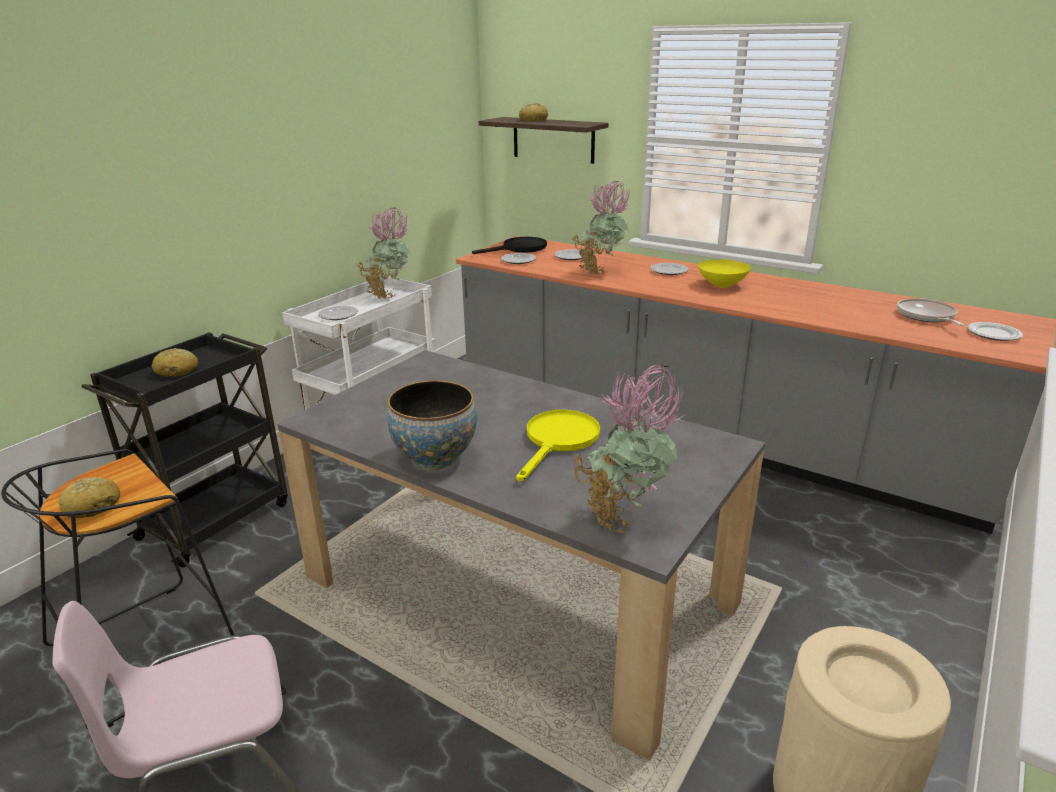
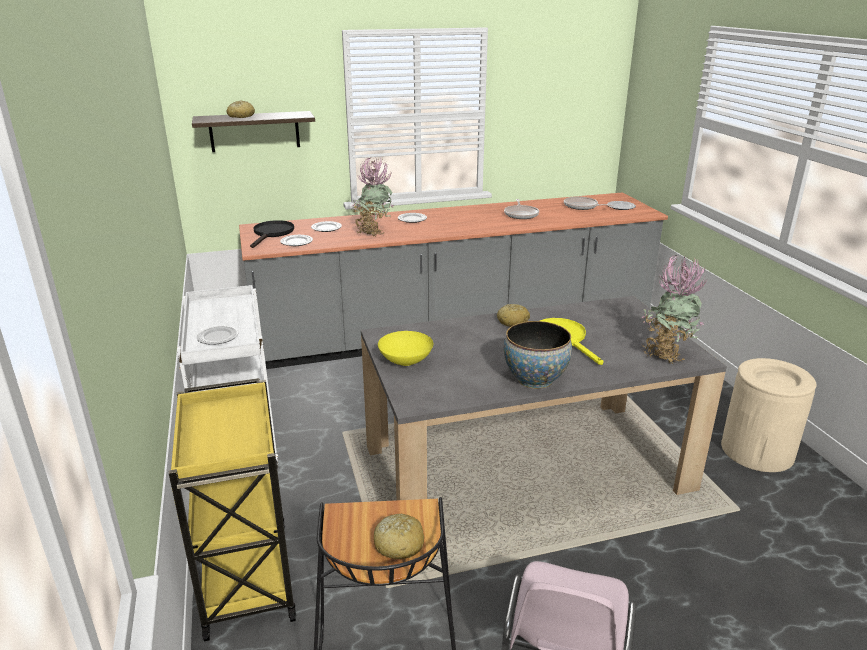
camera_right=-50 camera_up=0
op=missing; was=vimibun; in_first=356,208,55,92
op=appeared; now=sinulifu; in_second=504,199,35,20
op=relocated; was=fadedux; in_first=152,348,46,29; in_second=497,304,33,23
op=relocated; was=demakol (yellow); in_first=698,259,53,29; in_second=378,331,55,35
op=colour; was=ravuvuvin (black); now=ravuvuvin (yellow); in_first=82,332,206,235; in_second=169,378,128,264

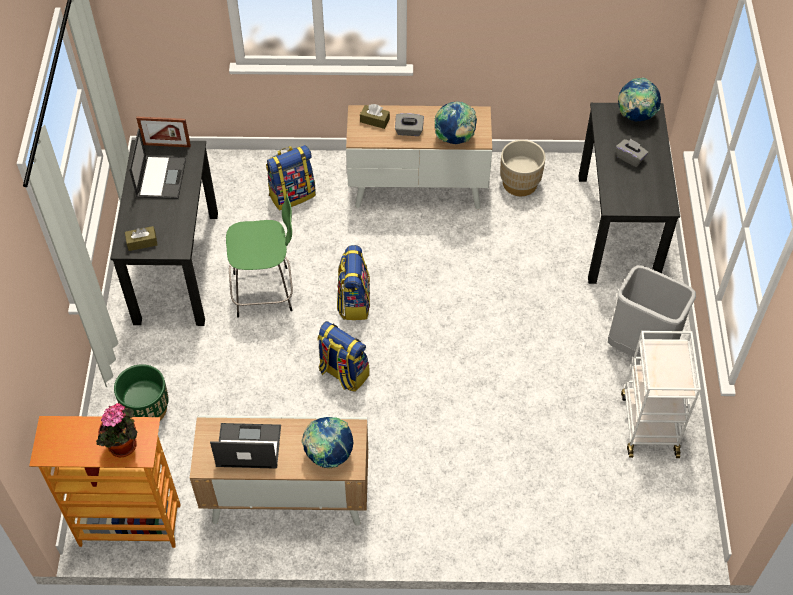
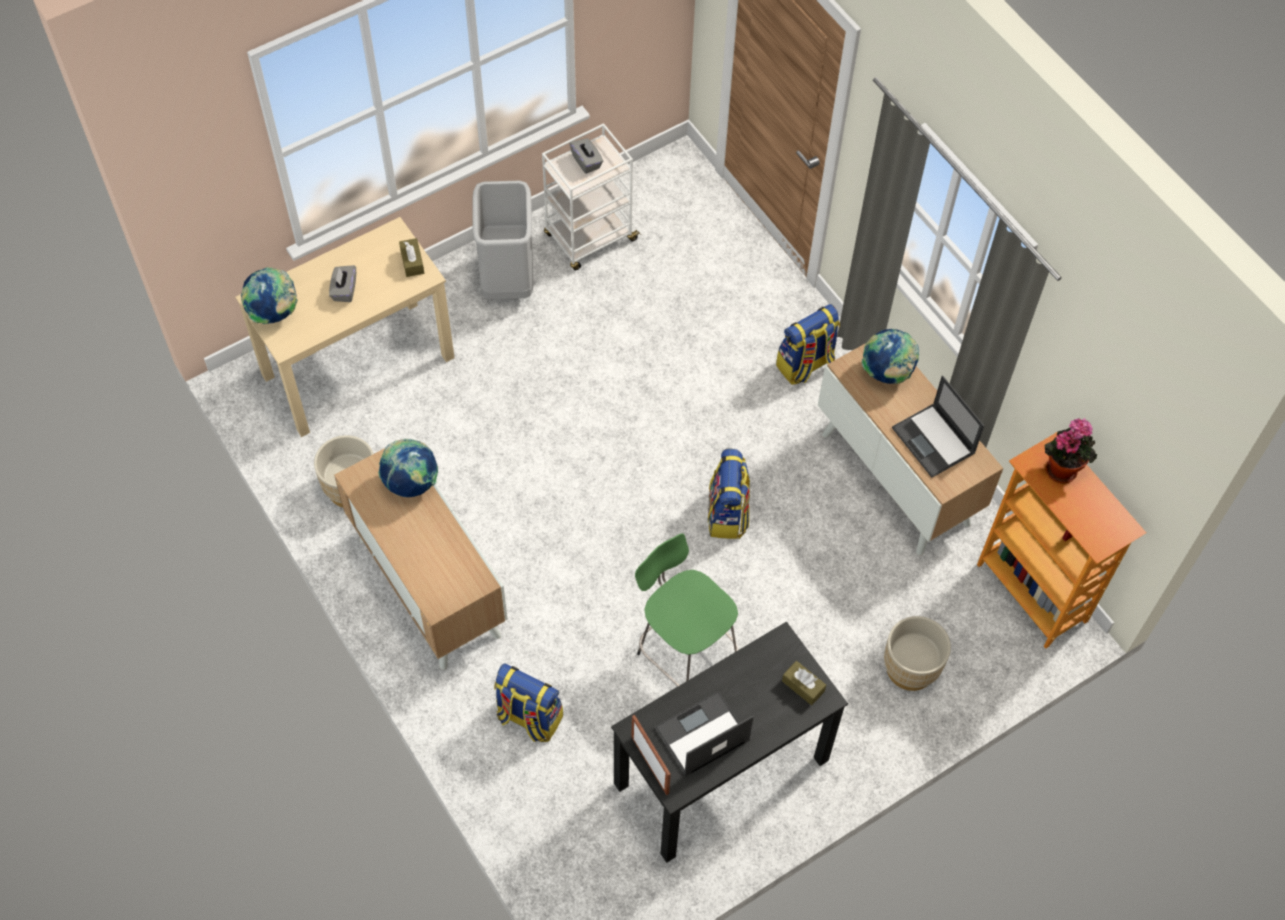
camera_right=-125 camera_up=5
op=relocated; was=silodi; in_first=337,245,33,75; in_second=776,304,64,81
op=relocated; was=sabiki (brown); in_first=360,104,30,25; in_second=399,238,25,39
op=relocated; was=sabiki (grey); in_first=395,113,29,23; in_second=570,138,33,36
op=colour; was=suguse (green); now=suguse (beige); in_first=114,364,55,57; in_second=884,616,67,75
op=colour; was=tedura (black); now=tedura (beige); in_first=579,103,101,181; in_second=235,217,220,220

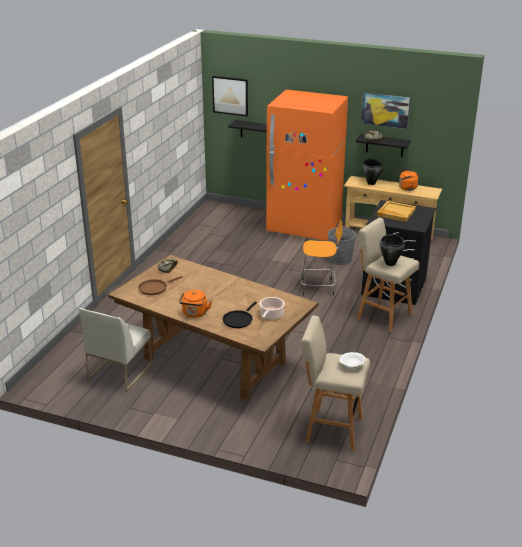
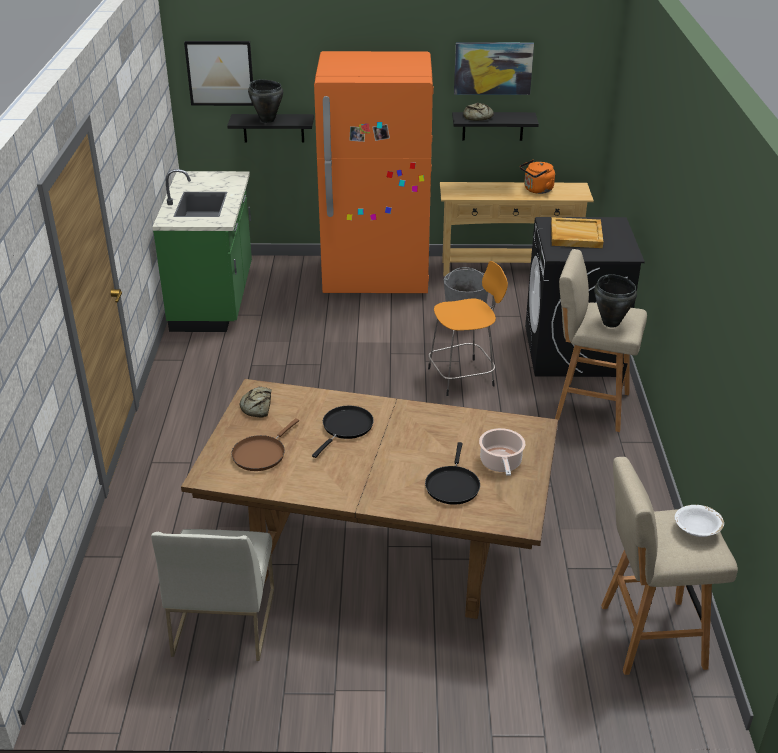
camera_right=-20 camera_up=5
op=missing; was=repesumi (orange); in_first=179,290,33,28
op=appeared; now=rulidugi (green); in_second=152,169,100,163
op=appeared; now=sinulifu (black); in_second=312,406,62,52
op=relocated; was=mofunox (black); in_first=362,159,21,26; in_second=248,80,35,43

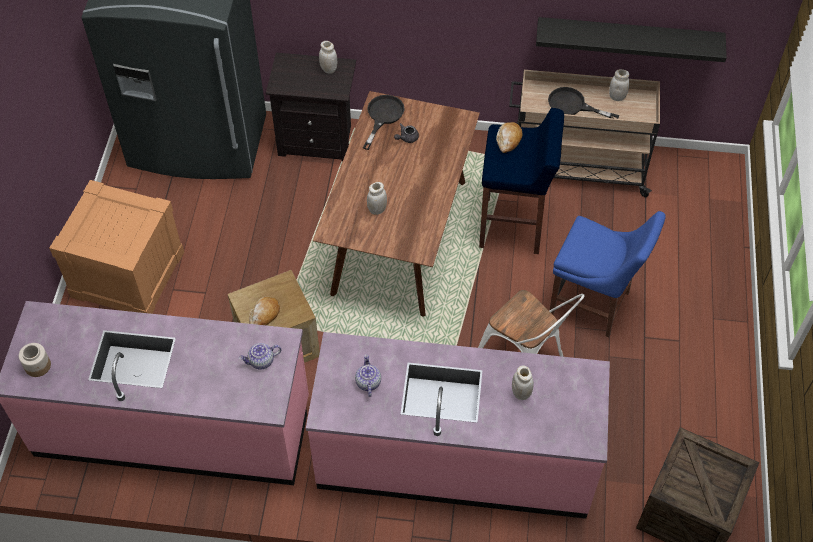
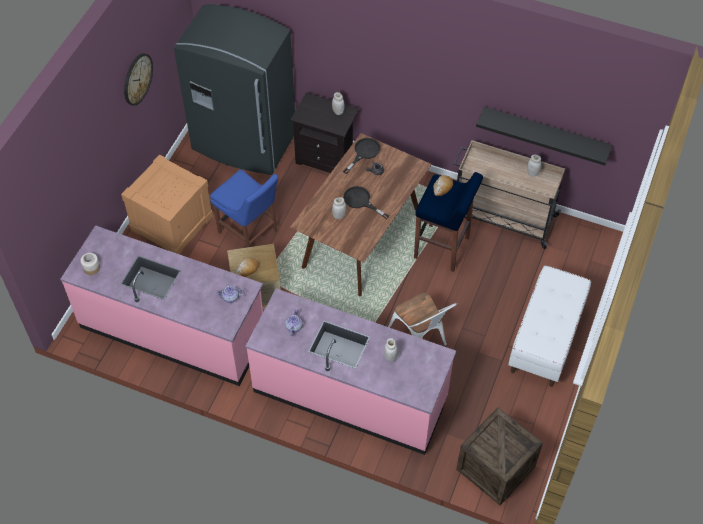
camera_right=15 camera_up=0
op=appeared; now=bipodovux; in_second=124,53,29,53
op=appeared; now=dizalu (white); in_second=508,265,83,122
op=relocated; was=sinulifu (black); in_first=548,87,71,32; in_second=343,186,46,33
op=relocated; was=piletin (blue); in_first=549,211,117,126; in_second=210,169,68,79

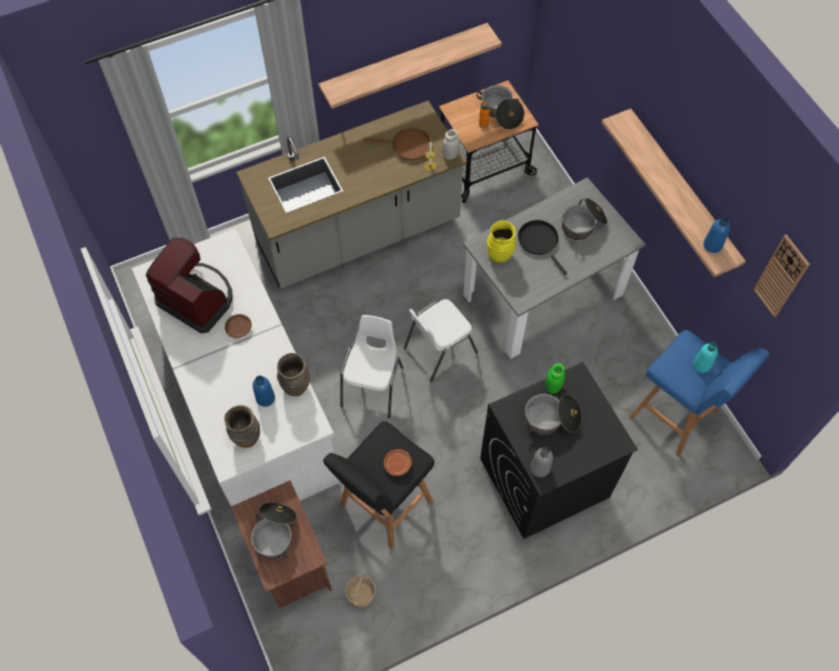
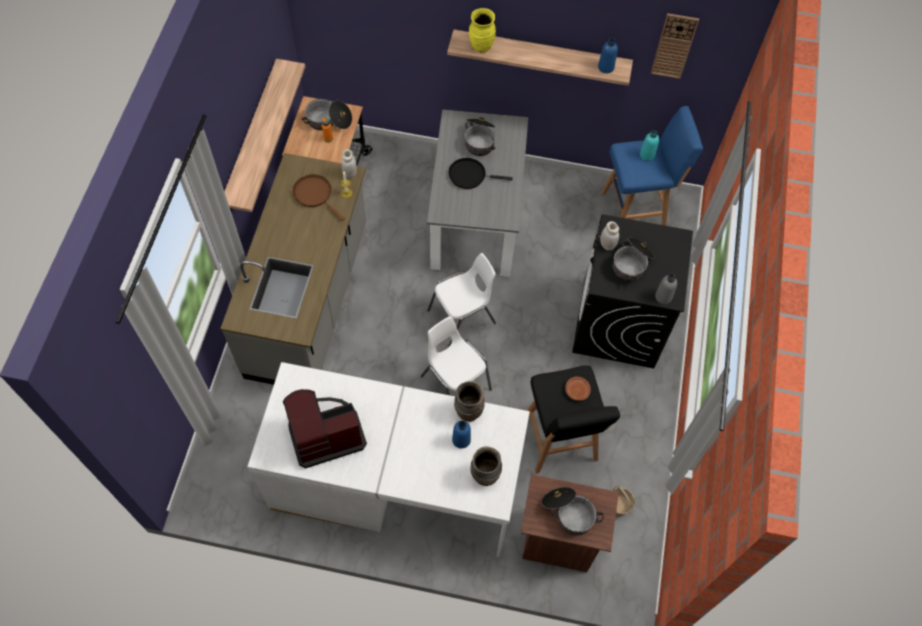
camera_right=-55 camera_up=0
op=missing; was=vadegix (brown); in_first=225,314,27,24
op=relocated; was=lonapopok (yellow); in_first=487,221,29,42; in_second=469,8,27,45
op=colour; was=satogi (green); now=satogi (white); in_first=545,363,20,31; in_second=600,221,19,30
op=spun; was=sinulifu (brown); in_first=364,128,68,32; in_second=293,174,52,47; clockwise=-90
op=spun; was=piletin (white); in_first=404,299,74,83; in_second=427,253,69,93; clockwise=-120

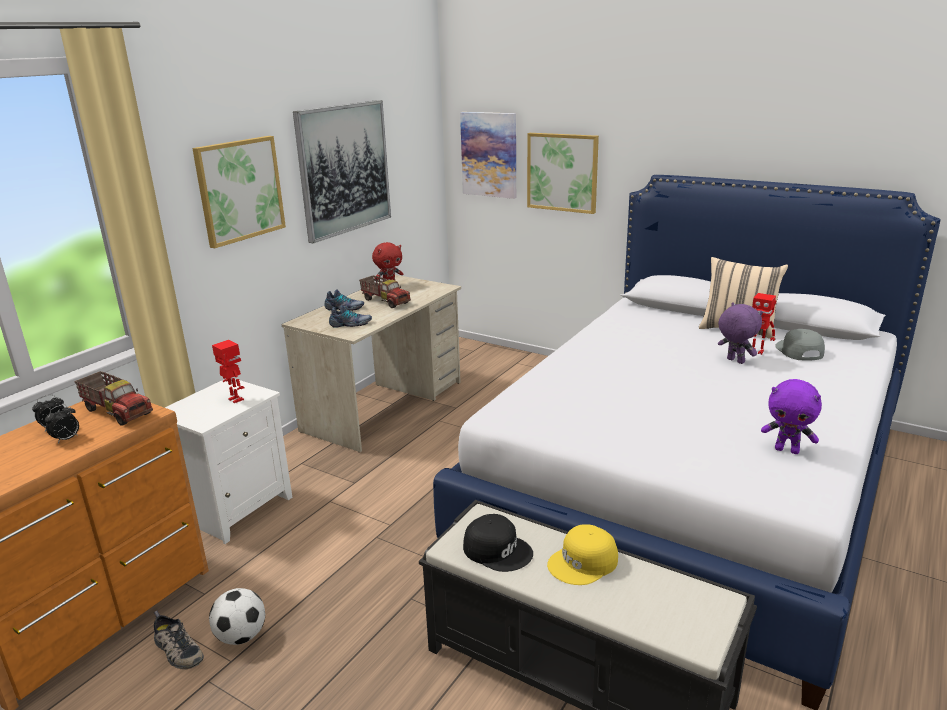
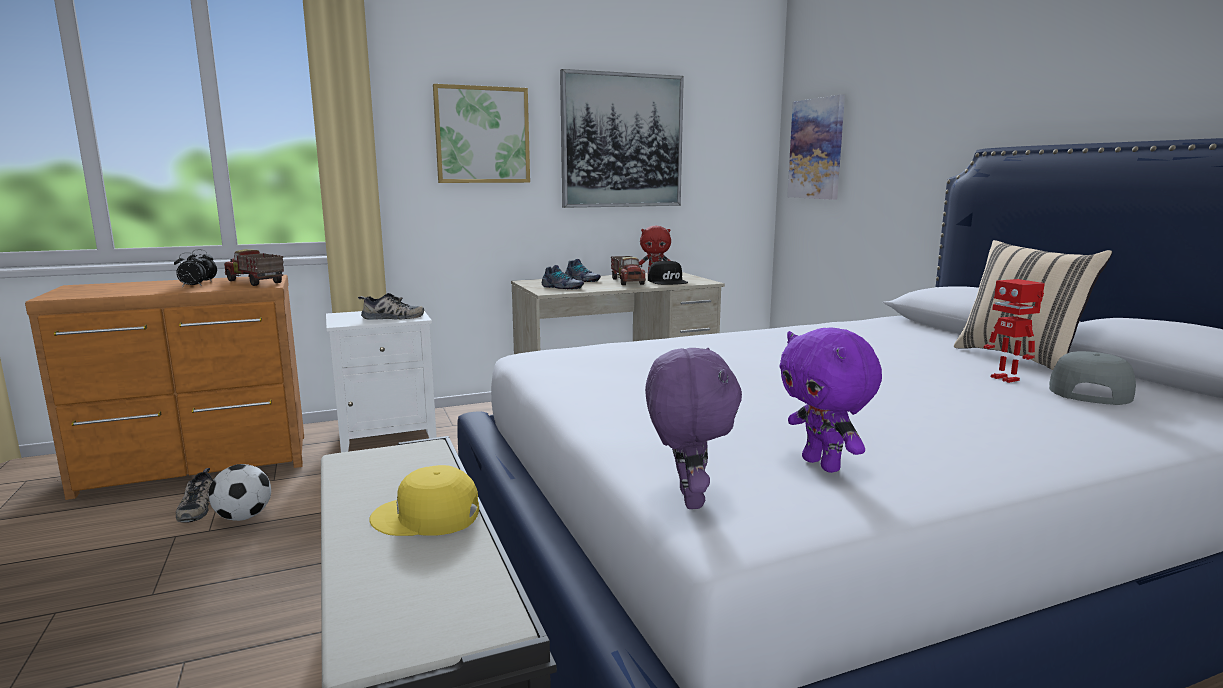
camera_right=35 camera_up=-10
op=missing; was=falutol; in_first=527,133,72,81
op=relocated; was=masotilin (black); in_first=463,514,70,58; in_second=648,260,40,25
op=relocated; was=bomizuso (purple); in_first=718,302,45,62; in_second=645,347,97,162
op=exchanged; was=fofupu; now=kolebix; in_first=212,340,33,63; in_second=358,293,66,27
op=spun; was=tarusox; in_first=74,371,79,55; in_second=224,249,60,37; clockwise=150

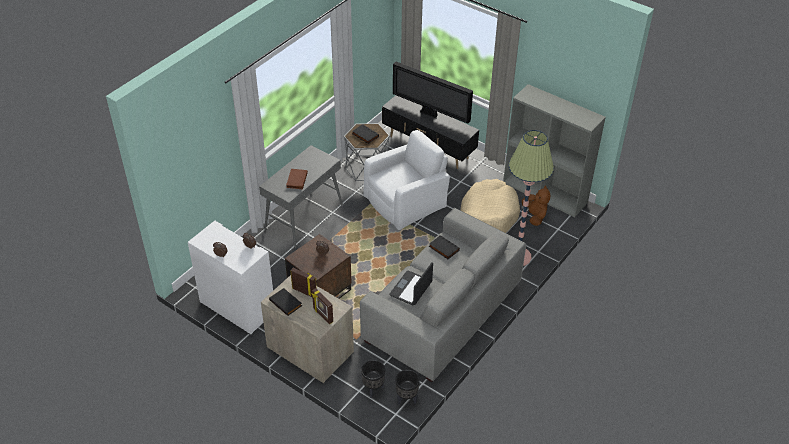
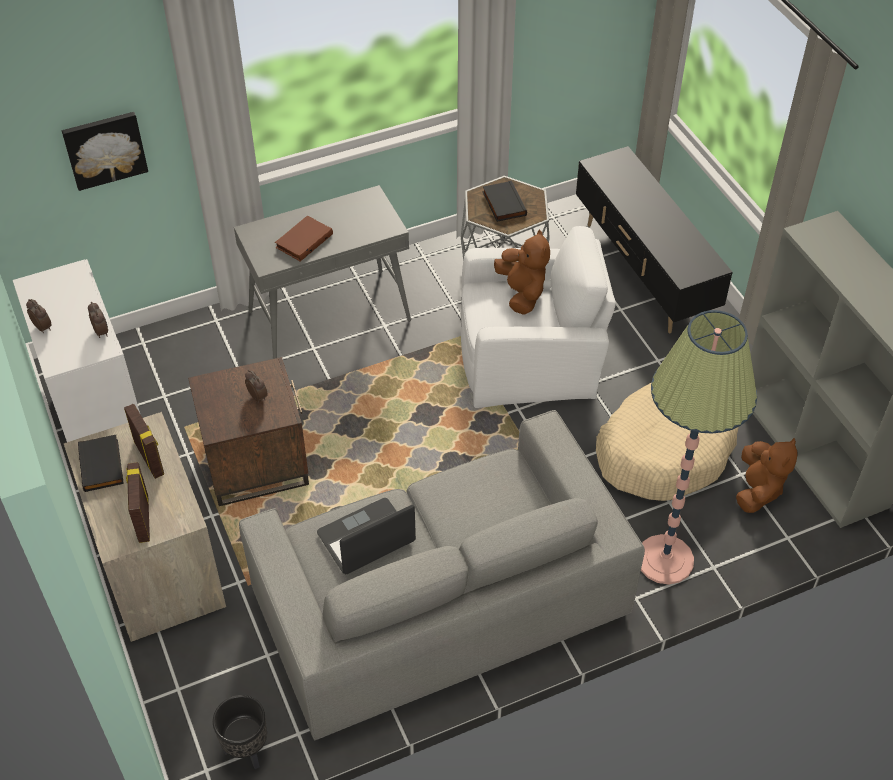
camera_right=30 camera_up=5
op=missing; was=suguse (black); in_first=361,360,24,38
op=missing; was=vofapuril; in_first=393,62,80,62
op=missing; was=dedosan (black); in_first=429,235,31,24
op=appeared; now=falutol; in_second=62,112,86,79
op=appeared; now=bomizuso (brown); in_second=494,230,56,85

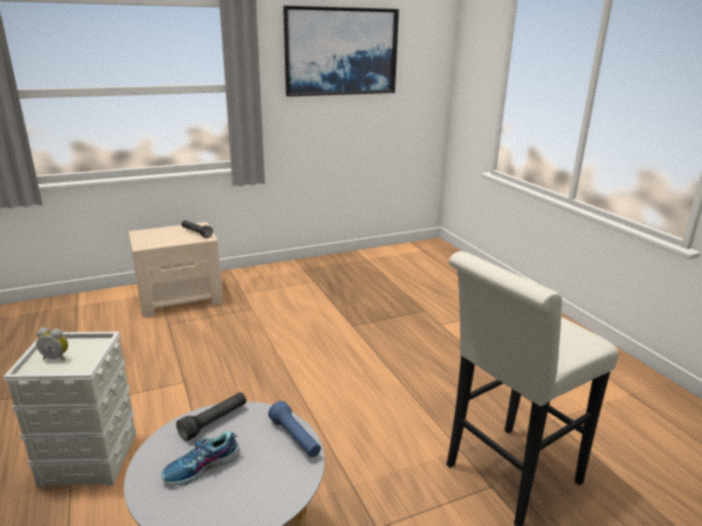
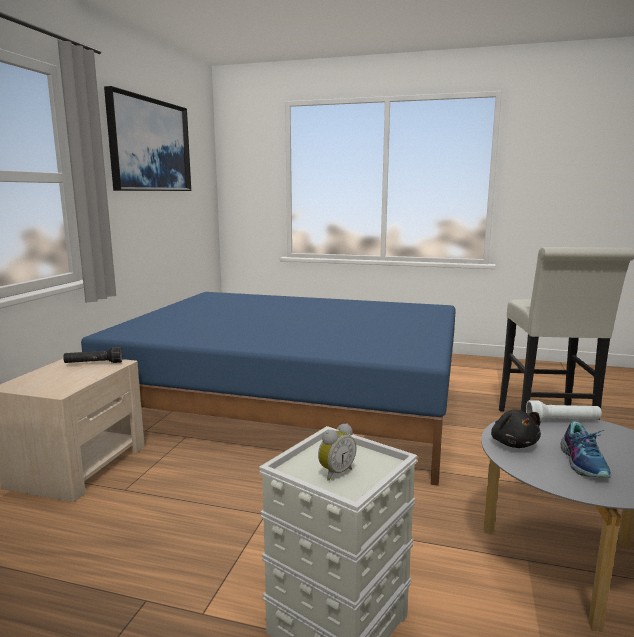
camera_right=-50 camera_up=-10
op=appeared; now=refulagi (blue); in_second=81,292,375,194
op=exchanged; was=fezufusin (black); now=bomizuso (black); in_first=176,392,70,49; in_second=491,410,50,38
op=colour; was=fezufusin (blue); now=fezufusin (white); in_first=268,401,53,56; in_second=526,400,76,21

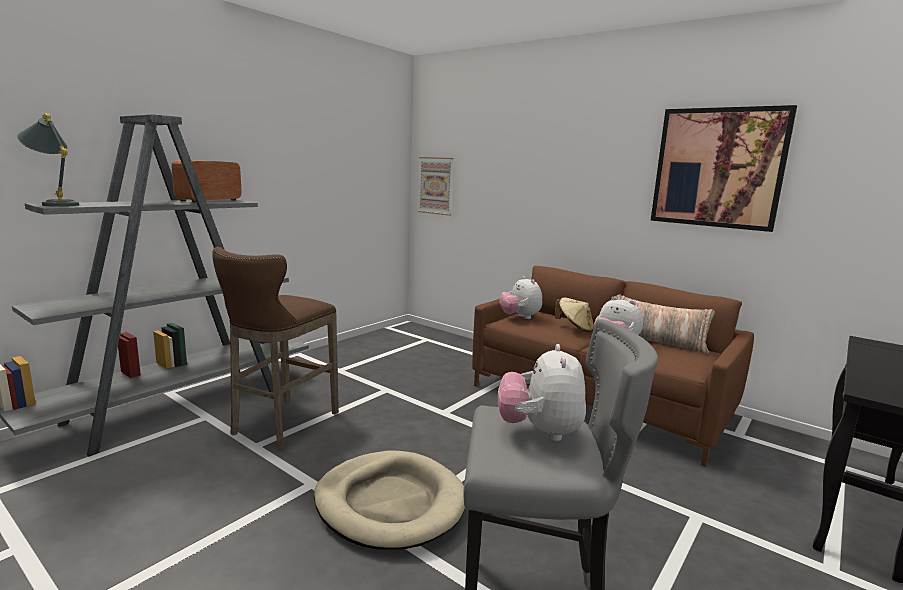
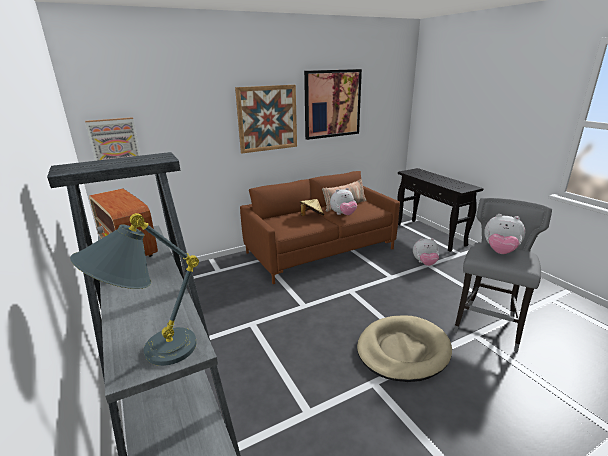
camera_right=-65 camera_up=10
op=missing; was=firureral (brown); in_first=212,247,127,202
op=appeared; now=falutol; in_second=235,85,62,68
op=relocated; was=bomizuso; in_first=500,276,42,43; in_second=413,238,26,28

